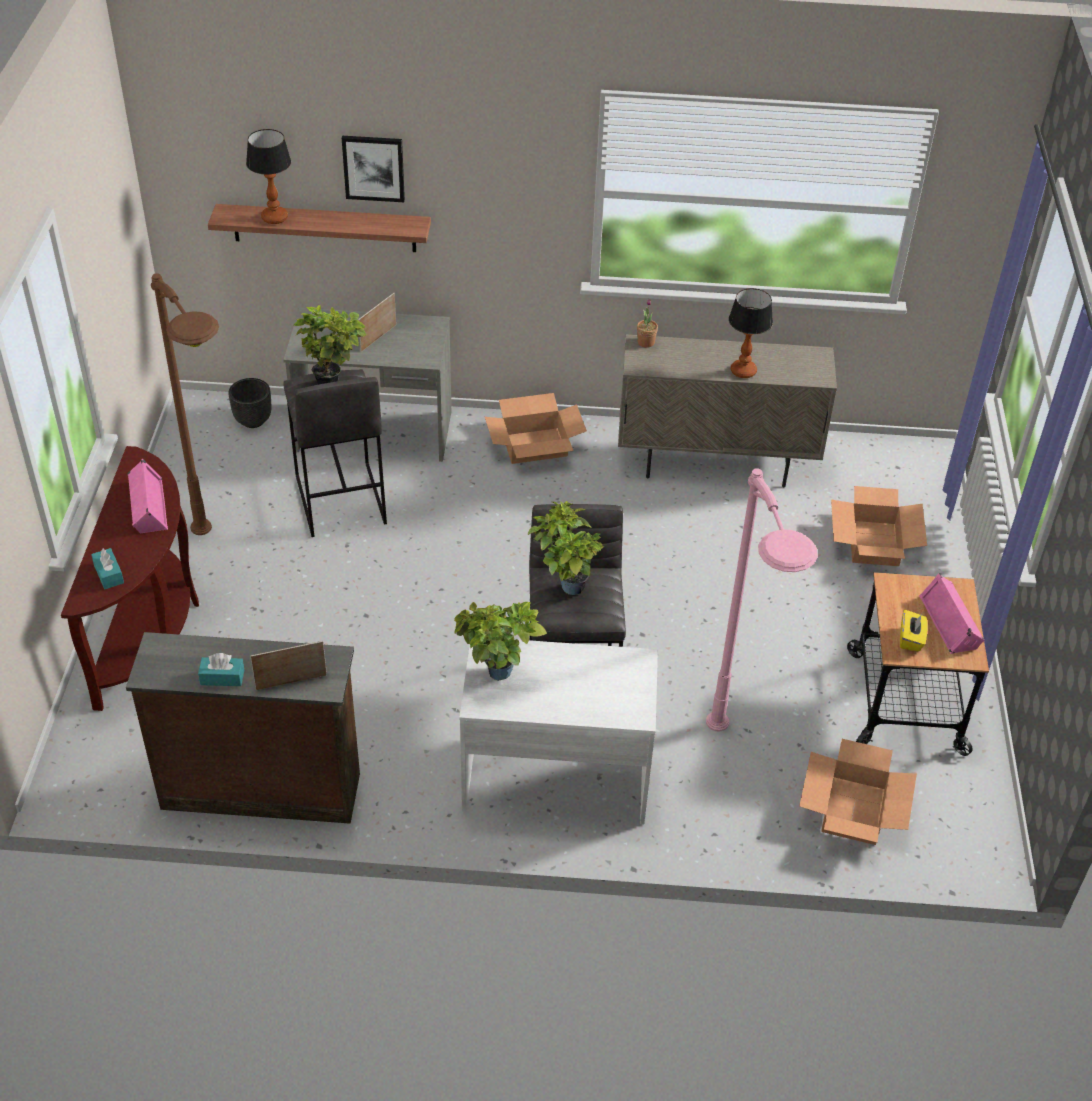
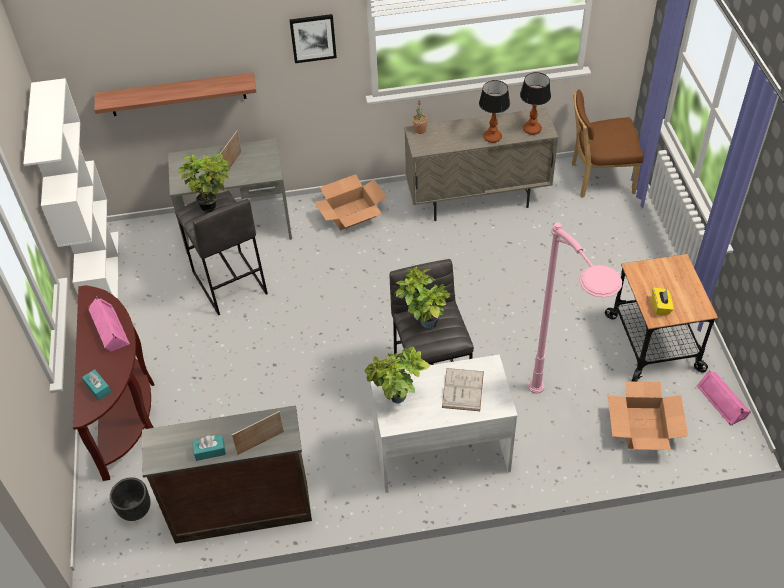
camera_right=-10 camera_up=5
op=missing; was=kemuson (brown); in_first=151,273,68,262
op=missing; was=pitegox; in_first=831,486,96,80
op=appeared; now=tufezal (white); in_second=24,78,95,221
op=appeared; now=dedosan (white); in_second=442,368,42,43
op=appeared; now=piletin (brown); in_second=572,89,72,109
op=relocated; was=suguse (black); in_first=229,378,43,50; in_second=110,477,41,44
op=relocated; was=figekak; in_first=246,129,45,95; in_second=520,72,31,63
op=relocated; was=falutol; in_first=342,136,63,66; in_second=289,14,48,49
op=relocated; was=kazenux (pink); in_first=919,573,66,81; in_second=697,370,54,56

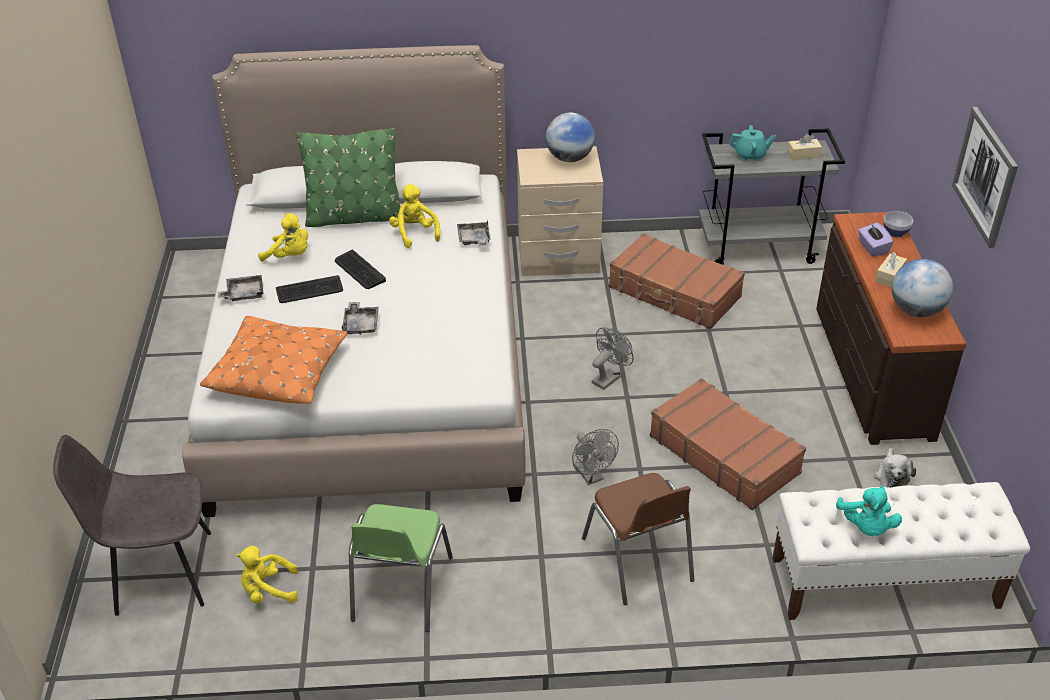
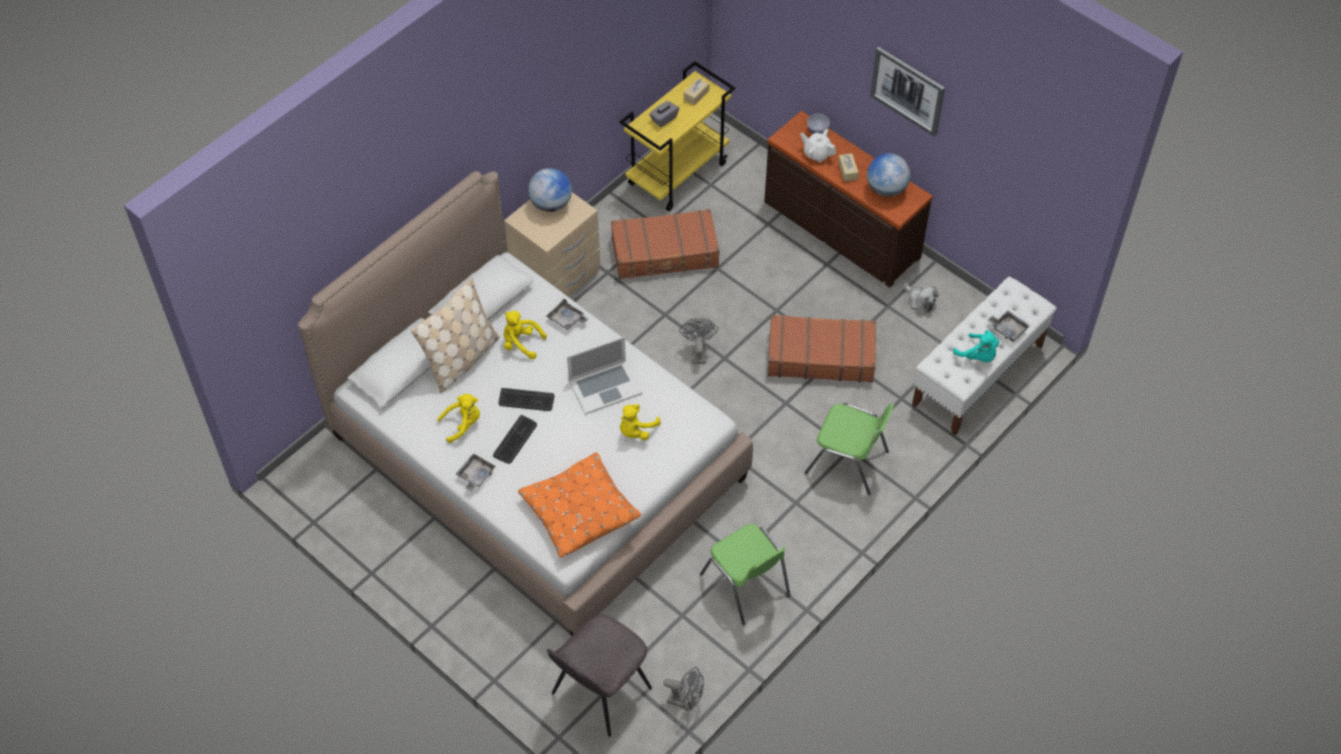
camera_right=-45 camera_up=15
op=appeared; now=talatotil; in_second=567,337,76,78
op=relocated; was=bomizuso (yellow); in_first=236,546,62,58; in_second=620,404,41,36
op=relocated; was=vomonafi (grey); in_first=342,302,37,33; in_second=988,310,42,32
op=relocated; was=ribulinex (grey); in_first=572,429,47,56; in_second=663,667,41,44
op=exchanged; was=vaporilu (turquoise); now=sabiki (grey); in_first=729,125,47,36; in_second=649,101,30,26
op=exchanged; was=sabiki (purple); now=vaporilu (white); in_first=858,222,35,34; in_second=800,129,36,33
op=colour; was=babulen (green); now=babulen (beige); in_first=296,128,104,99; in_second=411,278,88,115
op=colour; was=piletin (brown); now=piletin (green); in_first=582,473,113,132; in_second=804,403,90,92
op=colour; was=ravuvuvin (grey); now=ravuvuvin (yellow); in_first=699,128,146,137; in_second=620,61,115,150

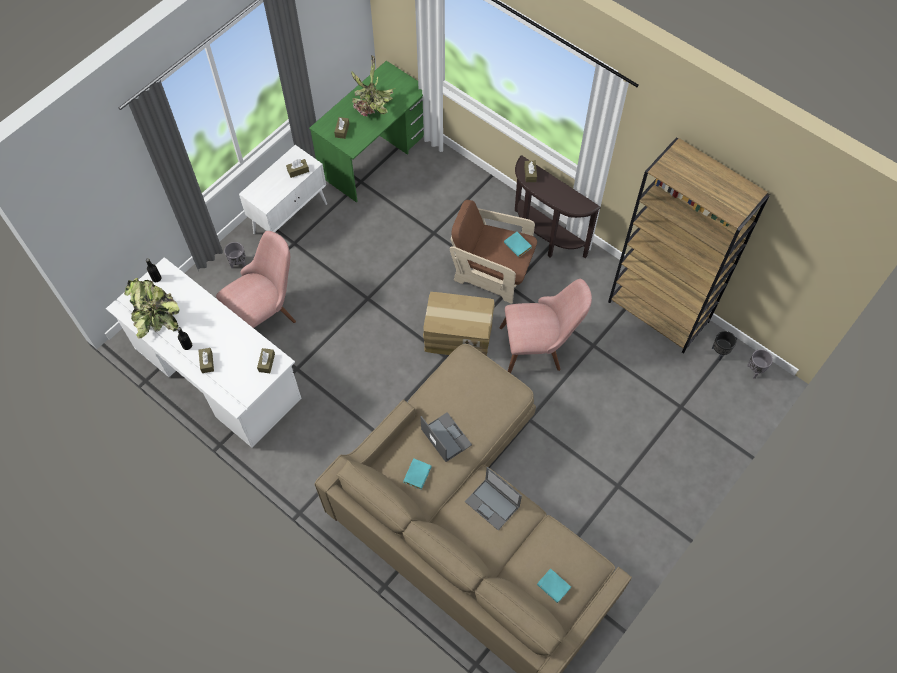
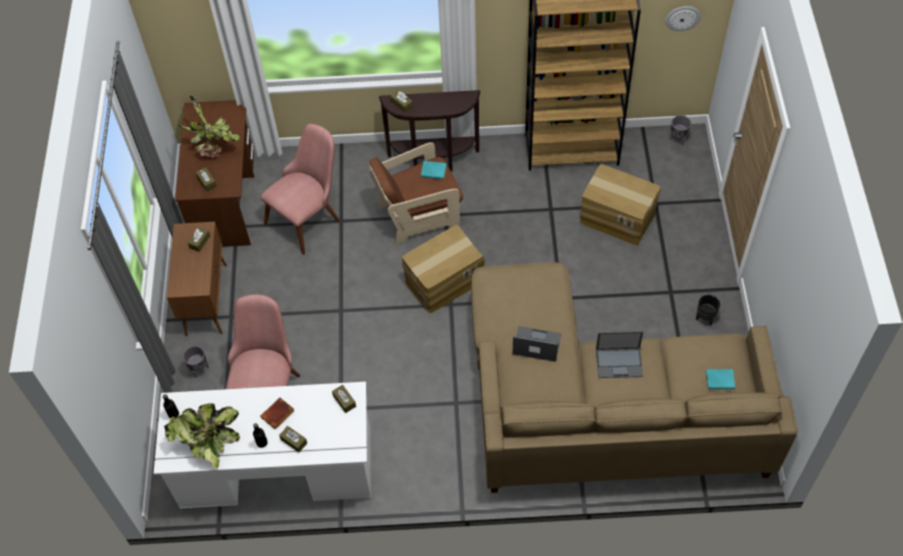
camera_right=-40 camera_up=-5
op=missing; was=dedosan (turquoise); in_first=403,458,29,31
op=appeared; now=dedosan (brown); in_second=260,398,34,31
op=appeared; now=pitegox; in_second=580,164,81,82
op=appeared; now=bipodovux; in_second=666,6,35,25
op=relocated; was=piletin (pink); in_first=500,279,92,94; in_second=260,124,80,131
op=relocated; was=suguse (black); in_first=712,331,24,29; in_second=696,295,24,31
op=colour; was=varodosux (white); now=varodosux (brown); in_first=239,145,88,89; in_second=167,222,60,114
op=colour; was=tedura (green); now=tedura (brown); in_first=309,61,115,141; in_second=175,100,79,147

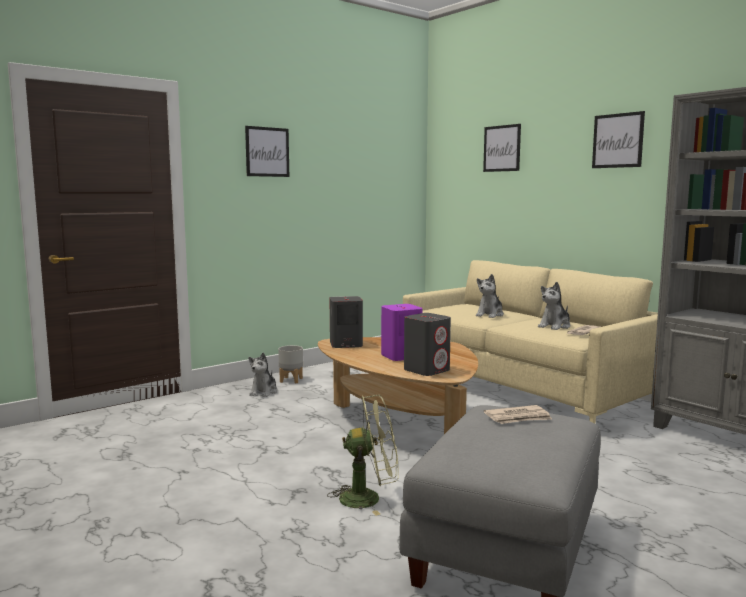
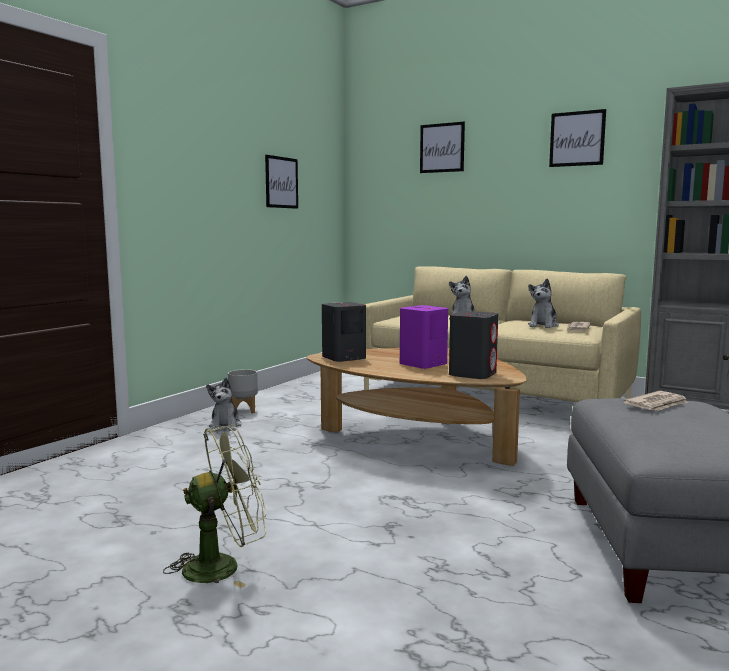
camera_right=-20 camera_up=0
op=relocated; was=falutol; in_first=245,126,44,51; in_second=265,155,33,54
op=relocated; was=ribulinex (green); in_first=327,395,72,121; in_second=163,424,103,164

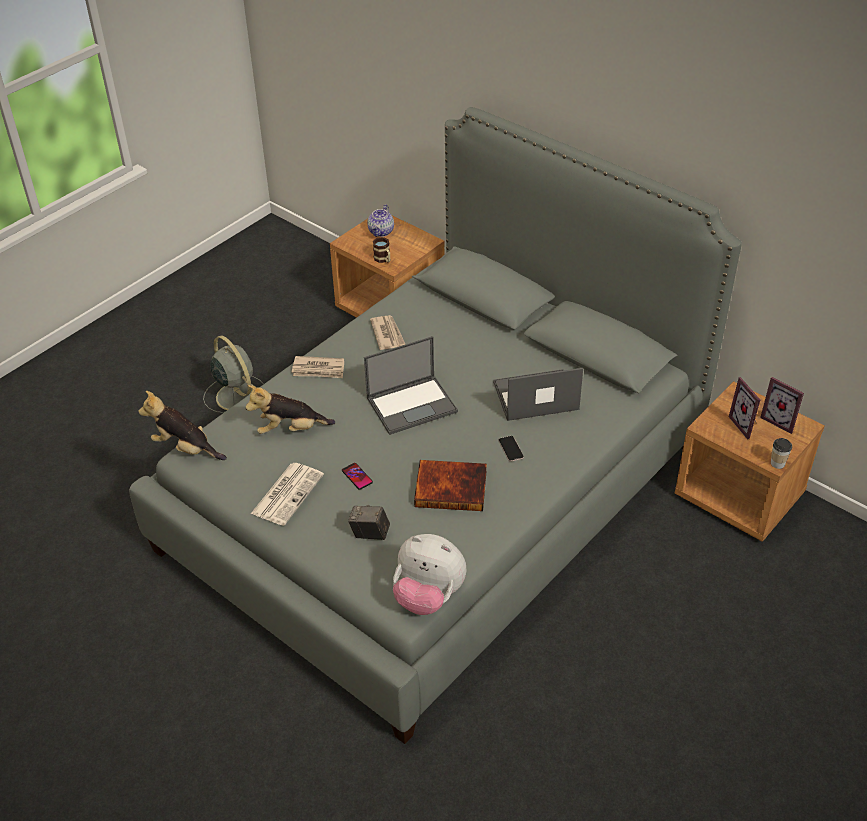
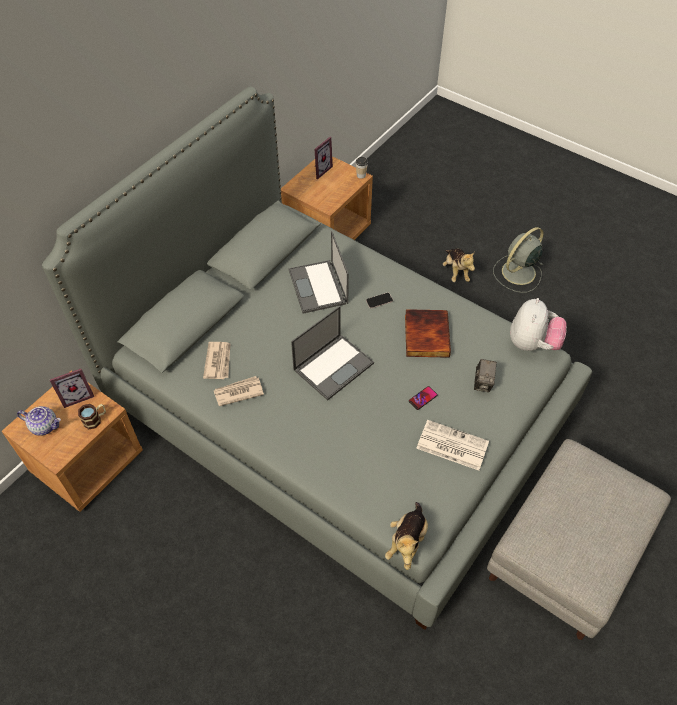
camera_right=-95 camera_up=10
op=appeared; now=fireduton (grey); in_second=487,439,184,201
op=relocated; was=ribulinex (grey); in_first=203,336,61,77; in_second=493,227,51,66
op=relocated; was=bomizuso; in_first=245,385,90,49; in_second=443,248,32,34
op=relocated; was=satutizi; in_first=292,356,52,22; in_second=203,342,27,37
op=relocated; was=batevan; in_first=729,377,31,63; in_second=50,369,44,39
op=spun; was=talatotil; in_first=364,336,94,99; in_second=291,306,83,95; clockwise=75

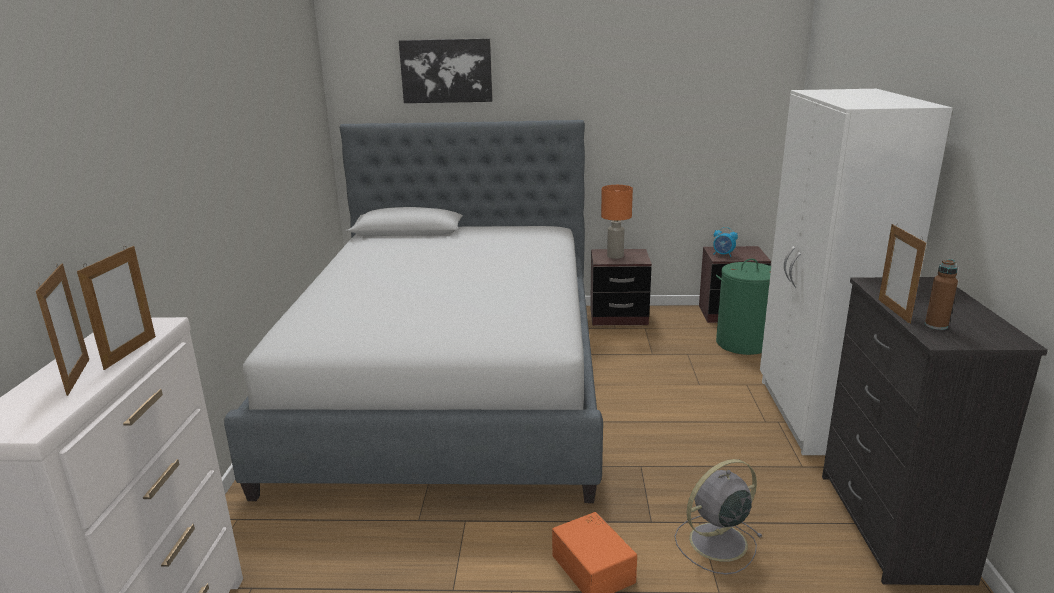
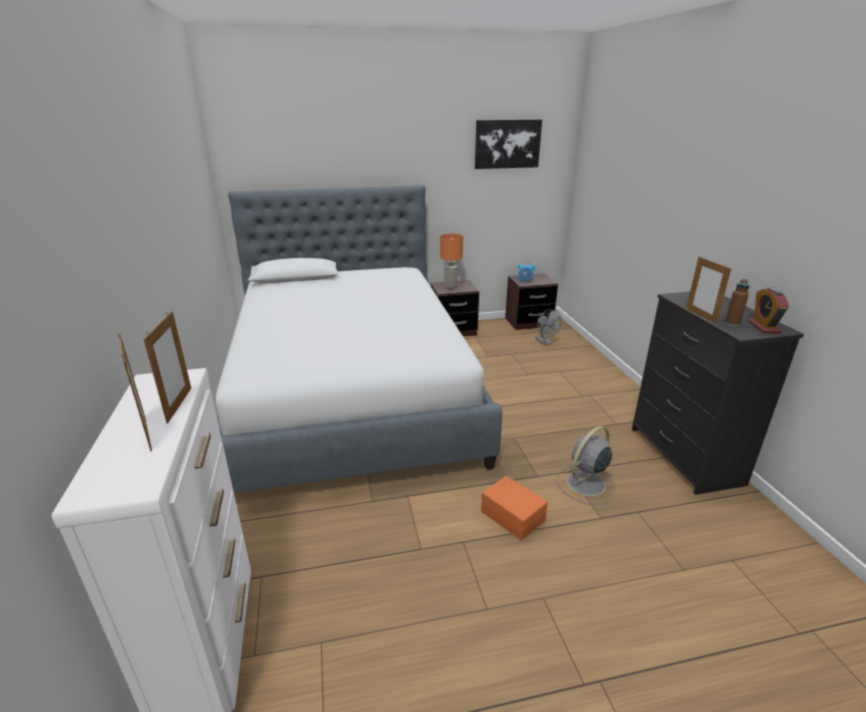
camera_right=-15 camera_up=5
op=missing; was=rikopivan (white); in_first=760,89,193,366
op=appeared; now=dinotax; in_second=747,287,42,46
op=relocated; was=falutol; in_first=399,38,94,65; in_second=475,119,67,50
op=exchanged; was=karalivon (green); now=ribulinex (grey); in_first=716,259,55,96; in_second=535,309,27,36

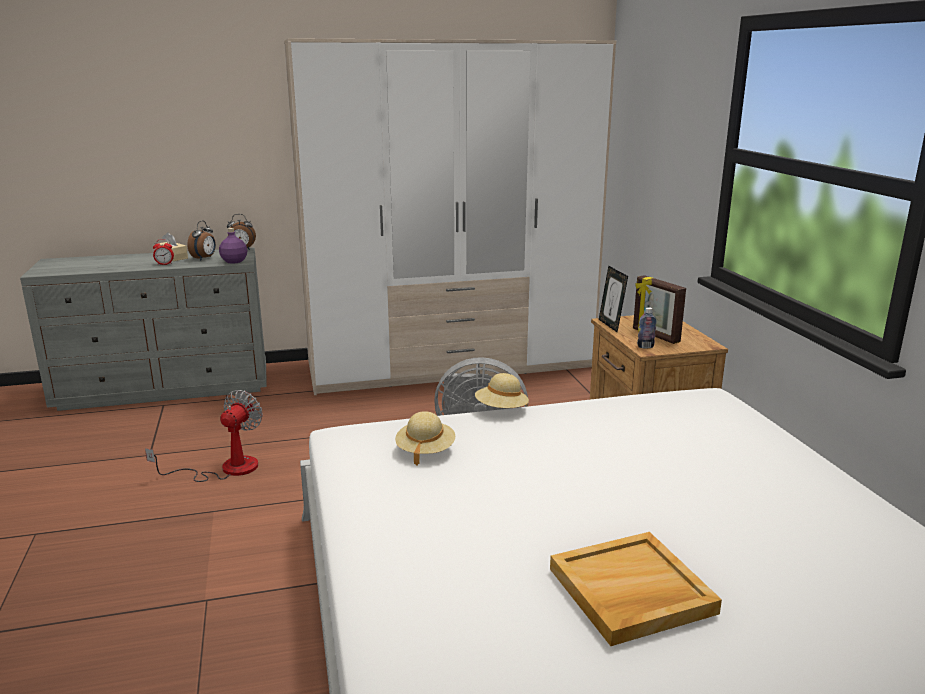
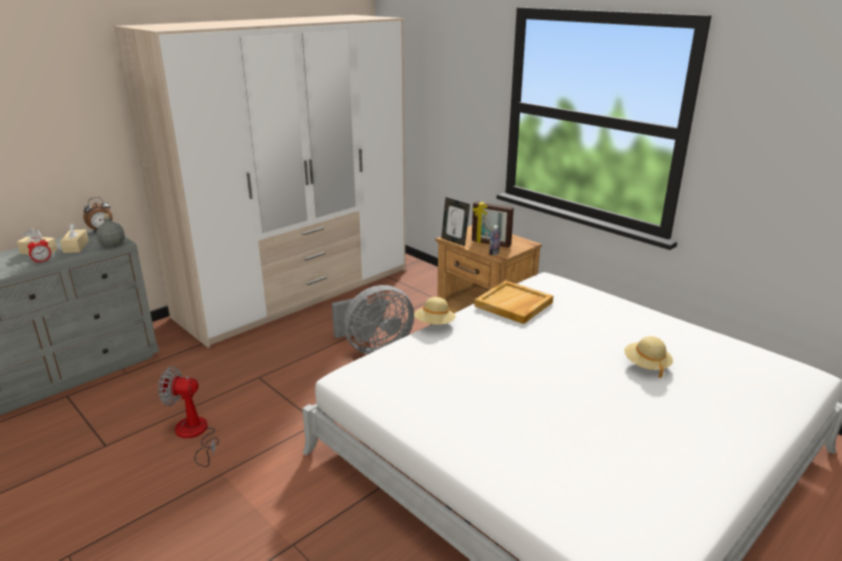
camera_right=-30 camera_up=5
op=relocated; was=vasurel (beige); in_first=395,411,60,55; in_second=624,336,49,42
op=relocated; was=vomonafi (beige); in_first=550,532,172,114; in_second=474,280,79,44
op=exchanged; was=dinotax; now=sabiki (beige); in_first=187,221,29,39; in_second=60,223,29,30
op=colour; was=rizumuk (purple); now=rizumuk (grey); in_first=219,228,29,36; in_second=97,214,28,34
op=spun; was=ribulinex; in_first=145,390,118,92; in_second=158,366,61,101; clockwise=-75

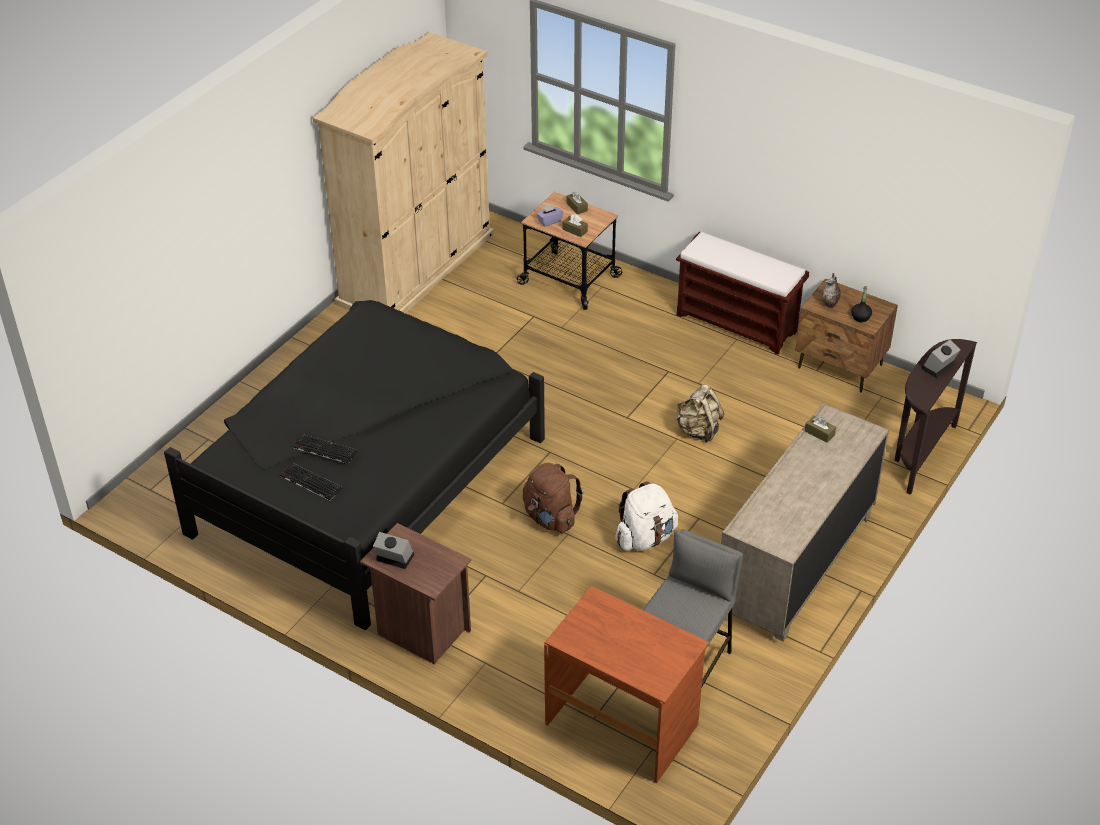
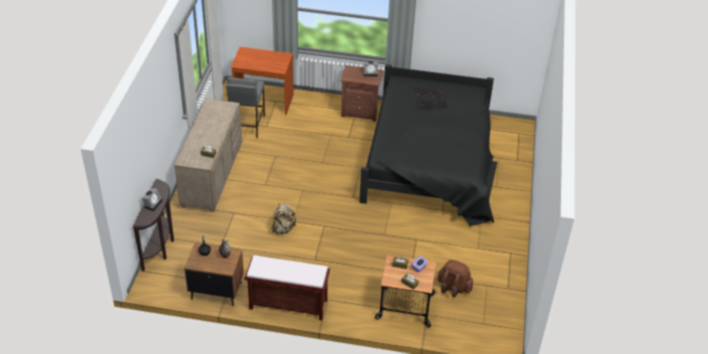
camera_right=155 camera_up=0
op=missing; was=rikopivan (beige); in_first=313,32,181,281
op=missing; was=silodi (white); in_first=615,482,63,69
op=relocated; was=silodi (brown); in_first=523,463,60,70; in_second=438,260,35,38

